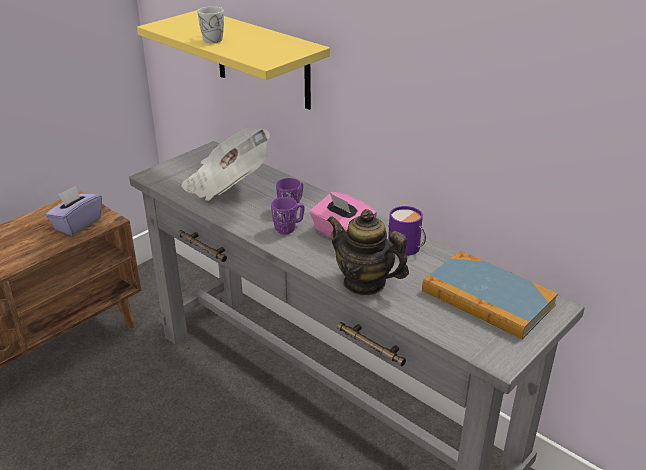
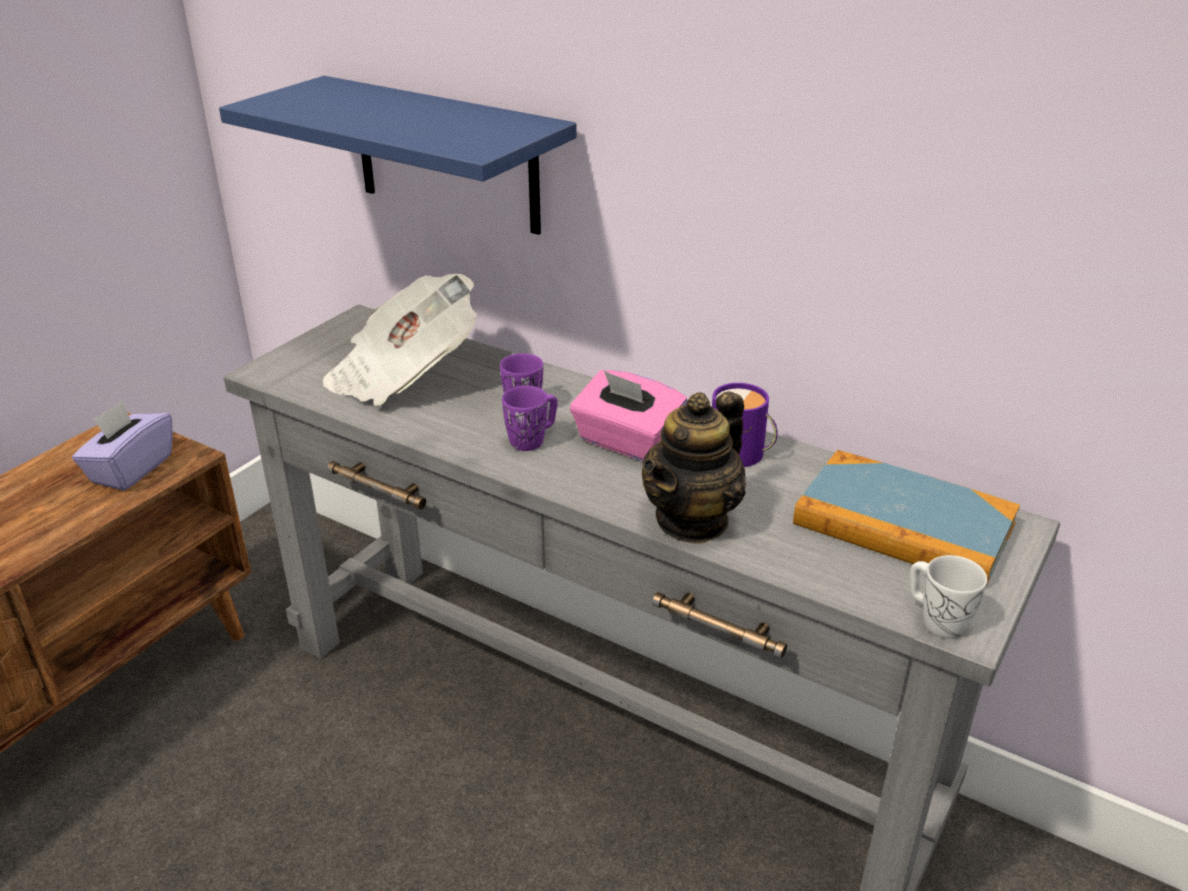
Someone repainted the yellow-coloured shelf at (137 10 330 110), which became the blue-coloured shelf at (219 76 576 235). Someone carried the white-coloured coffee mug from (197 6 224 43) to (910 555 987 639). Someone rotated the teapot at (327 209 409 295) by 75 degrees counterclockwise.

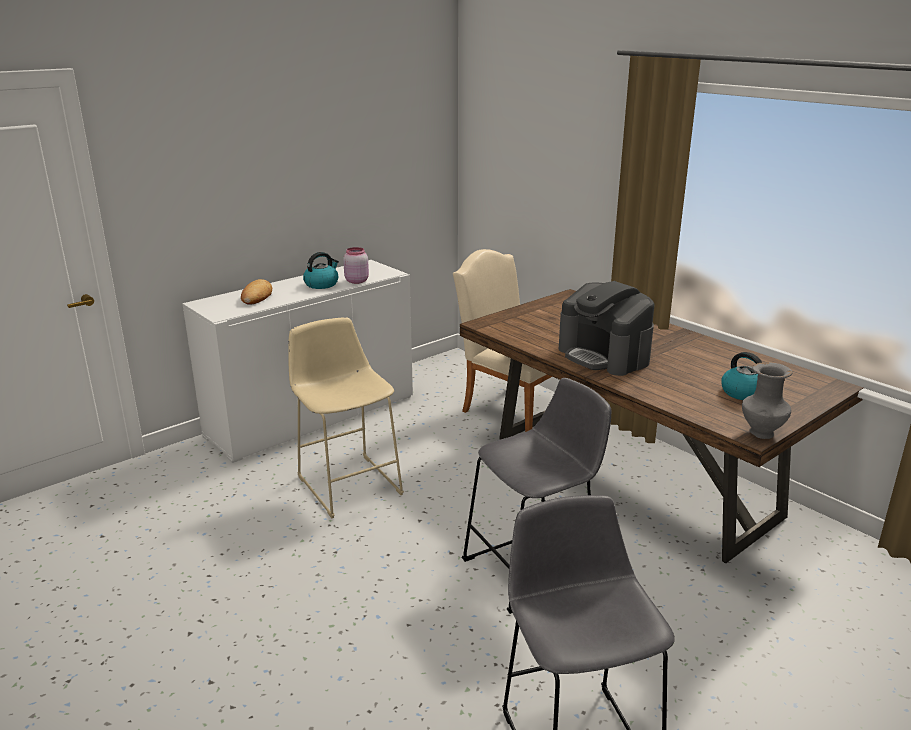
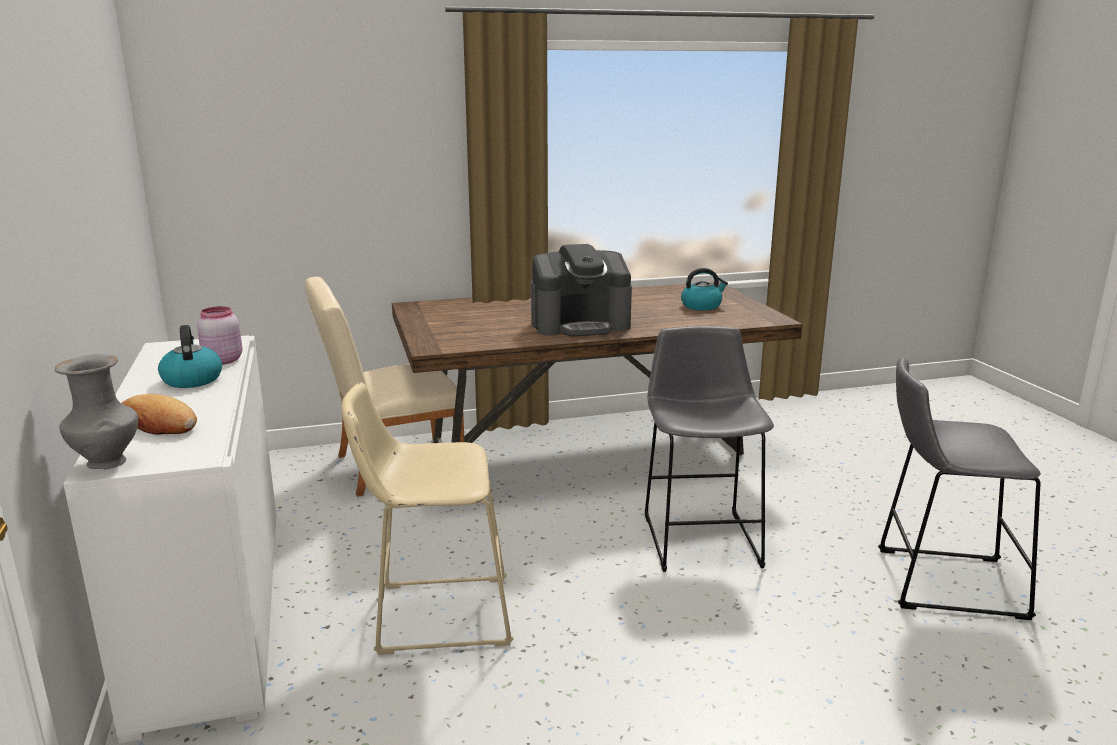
Someone carried the greyish vase from (742 362 792 439) to (55 354 138 470).

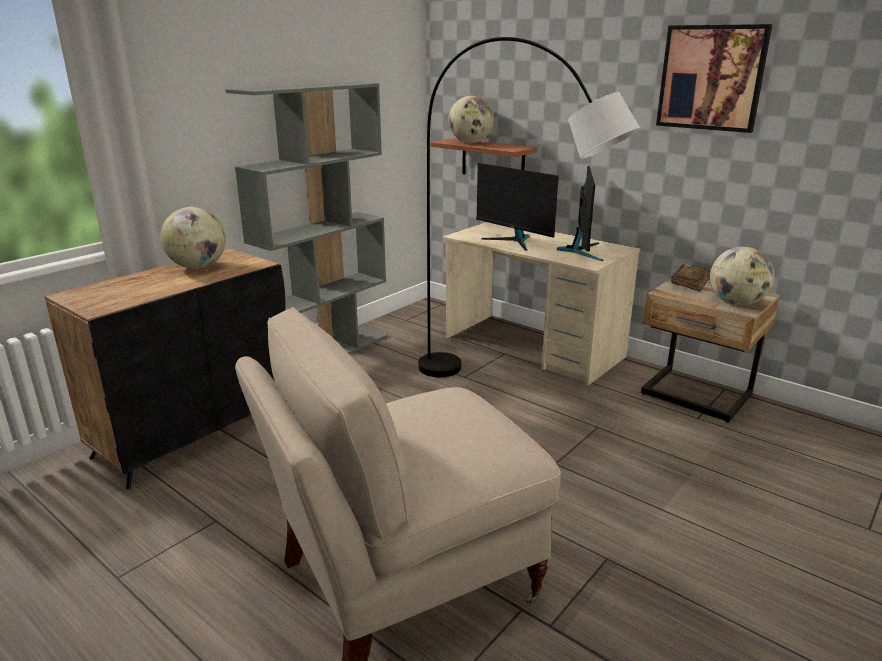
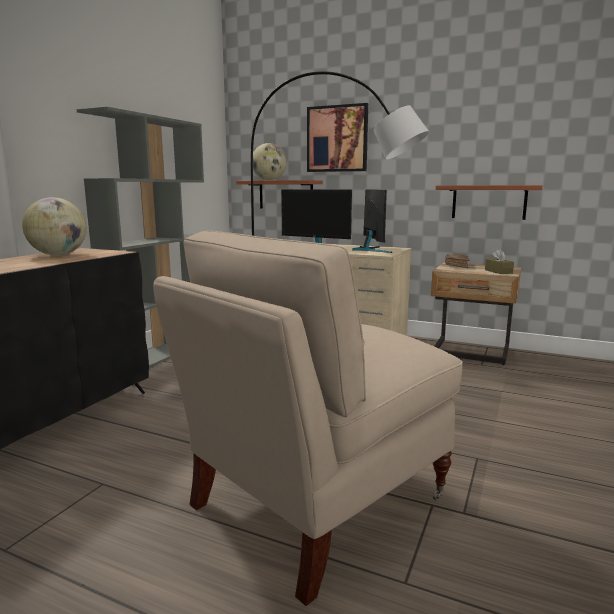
Someone carried the wall art from (656 24 772 133) to (307 103 368 172). Someone swapped the world globe at (710 247 774 306) for the brown-coloured tissue holder at (485 249 514 274). Someone put up the shelf at (436 185 543 220).

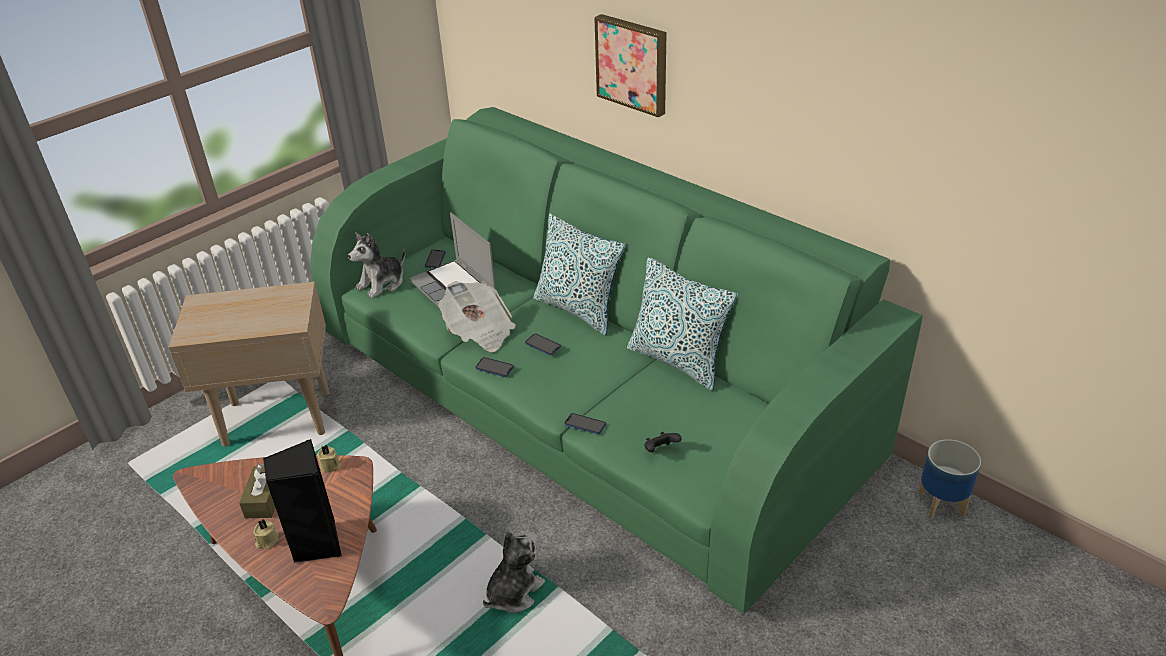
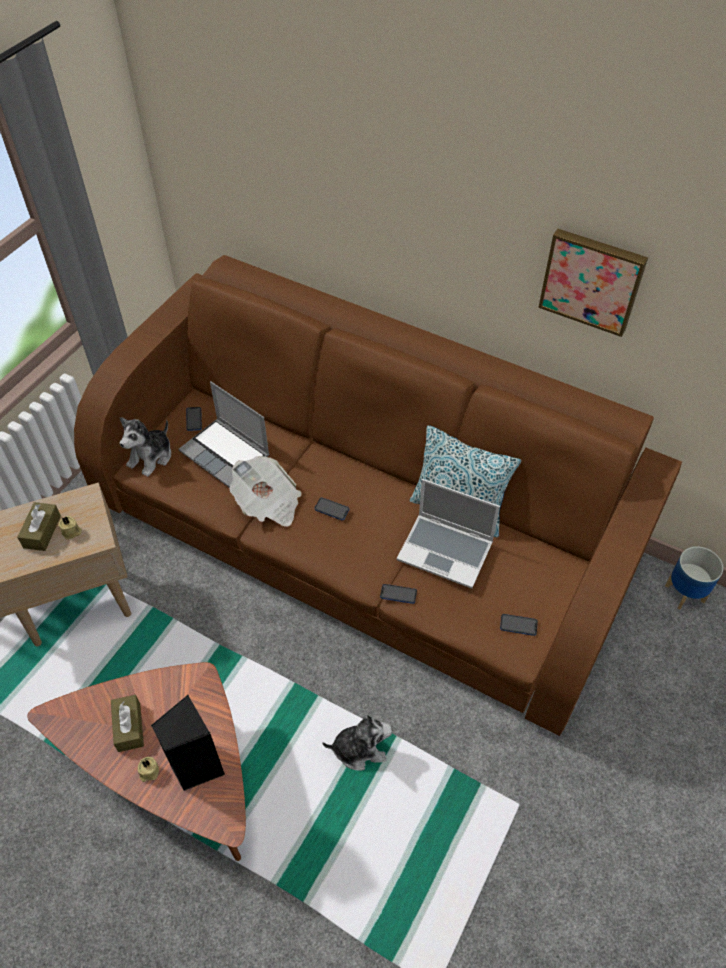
Someone repainted the green sofa at (310 107 923 614), which became the brown-coloured sofa at (74 255 682 736). Someone carried the sand-coloured candle from (317 445 341 473) to (58 516 82 540). Someone carried the handset from (475 357 514 377) to (500 614 538 636). Someone rotated the plush toy at (483 531 545 613) by 60 degrees clockwise. Someone took away the pillow at (533 213 626 335). Someone carried the wall art from (594 14 667 118) to (538 229 648 337). Someone took away the blackish gamepad at (644 432 682 452). Someone put down the brown-coloured tissue holder at (17 502 61 551). Someone put down the laptop at (397 479 500 589).

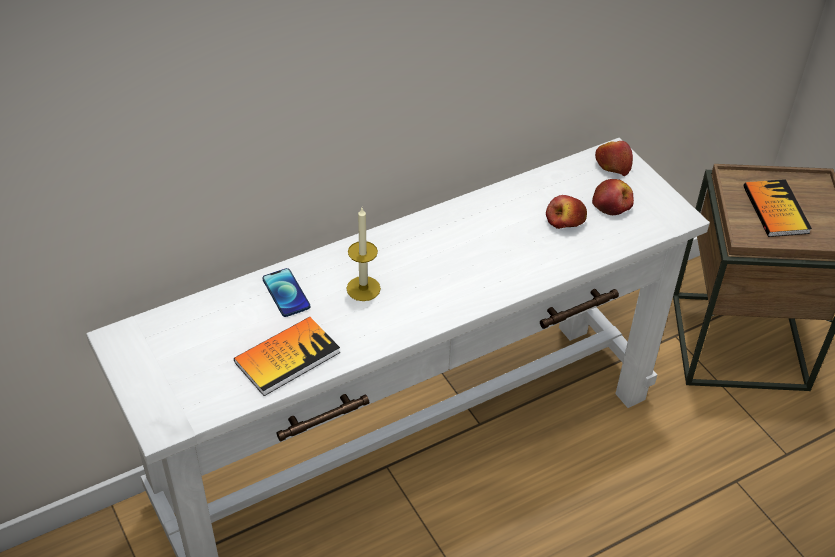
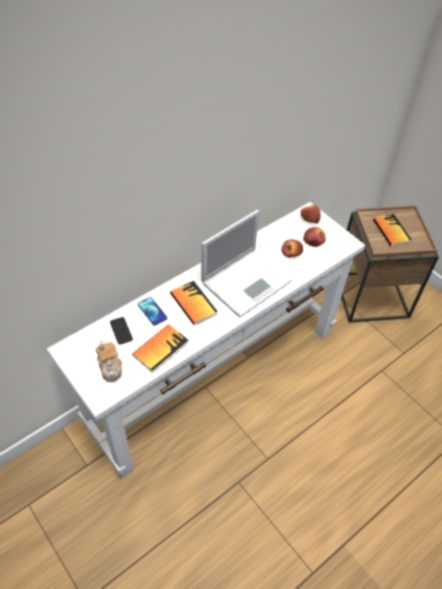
Someone swapped the candle at (346 208 381 301) for the bound book at (170 281 218 326). Someone put down the teapot at (95 340 122 382). Someone put down the handset at (110 317 133 345). Someone put down the laptop at (201 210 292 318).

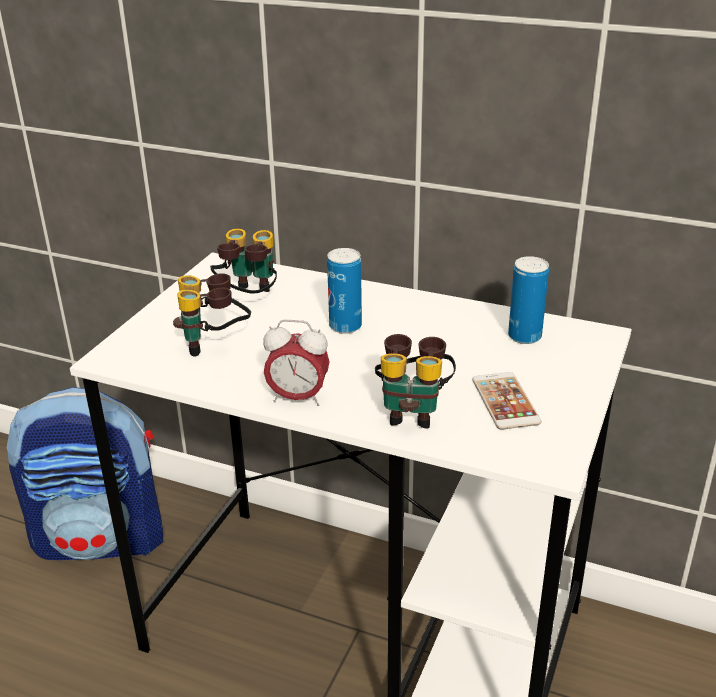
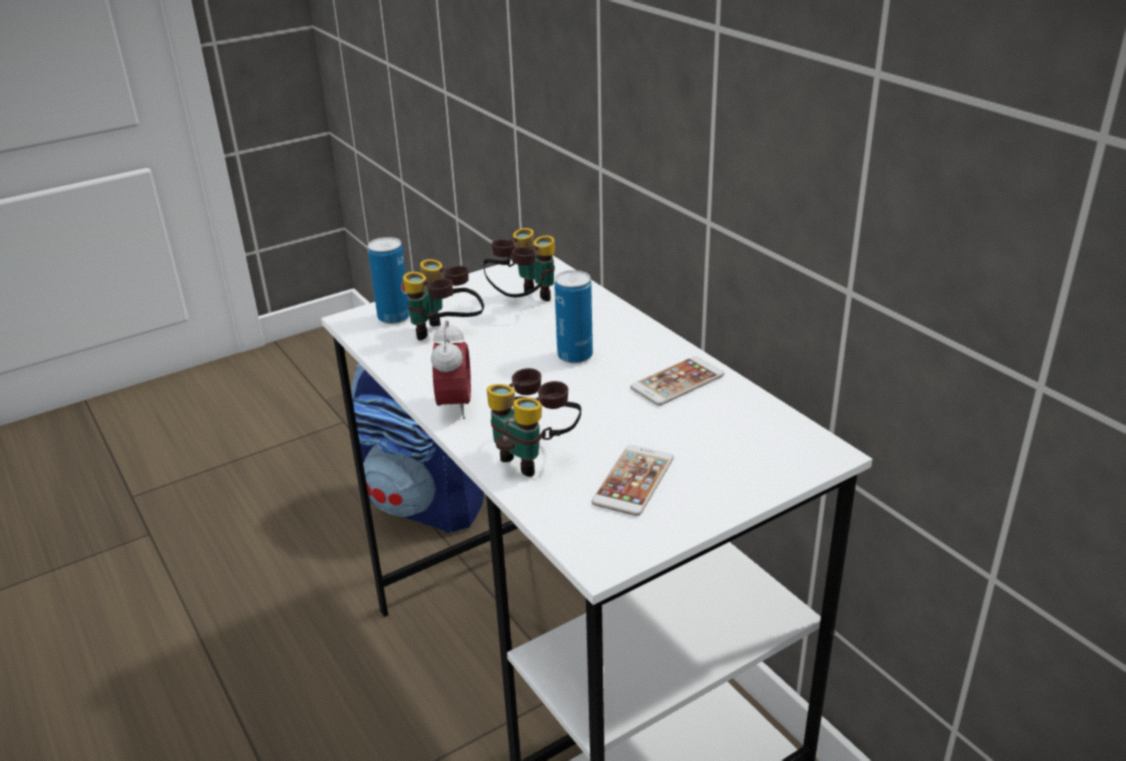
Someone rotated the table clock at (263 320 329 406) by 135 degrees counterclockwise. Someone carried the can from (508 256 549 344) to (368 237 410 324). Someone put down the handset at (630 356 725 406).

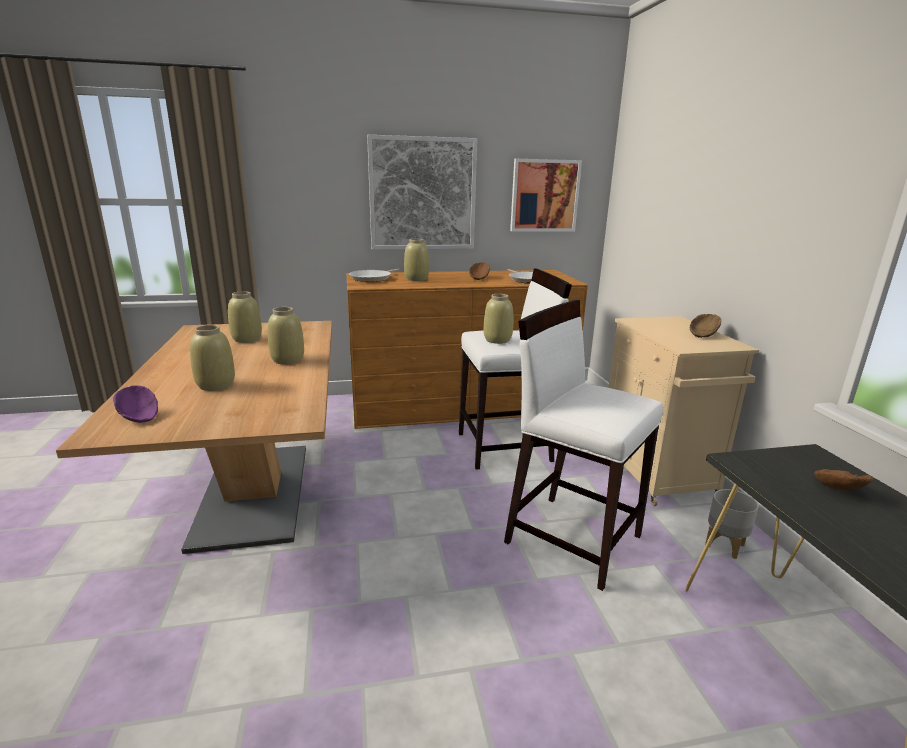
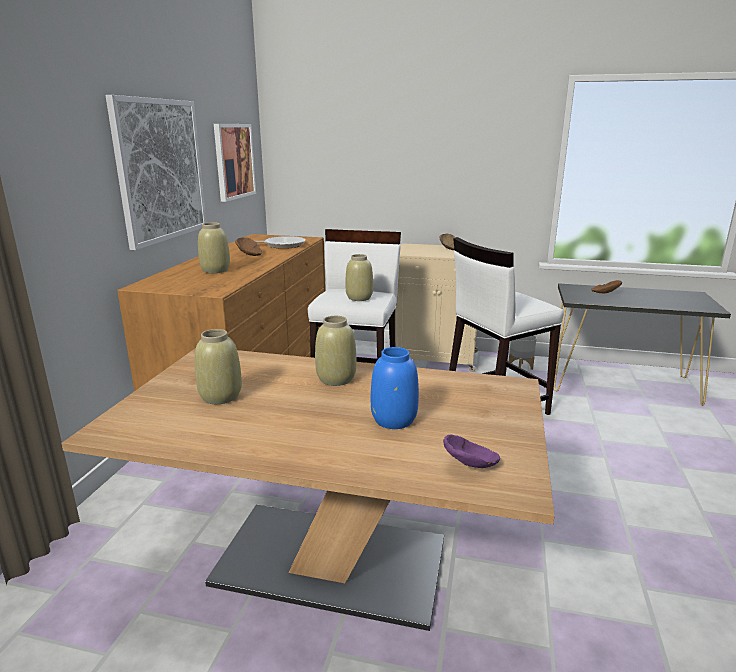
Someone repainted the sand-coloured vase at (190 325 235 391), which became the blue-coloured vase at (371 347 419 429). Someone took away the pan at (349 269 399 282).

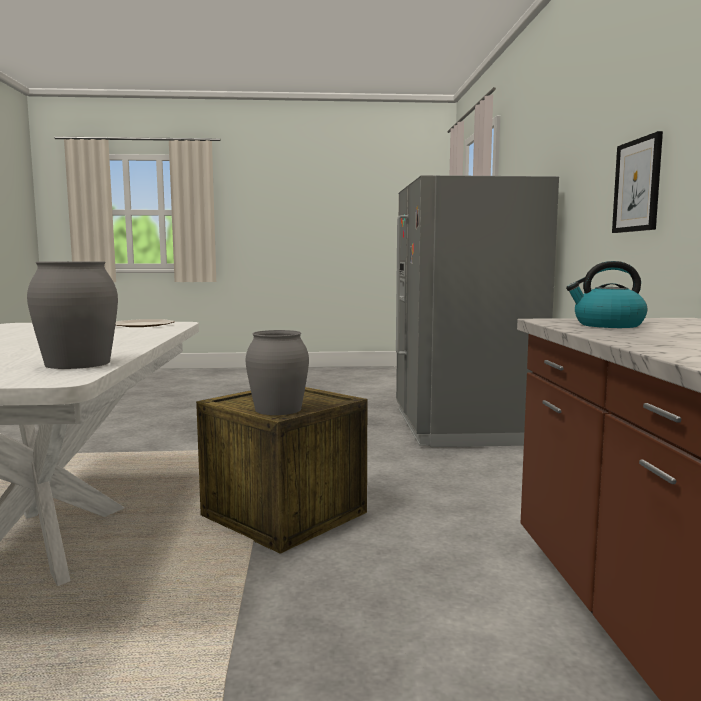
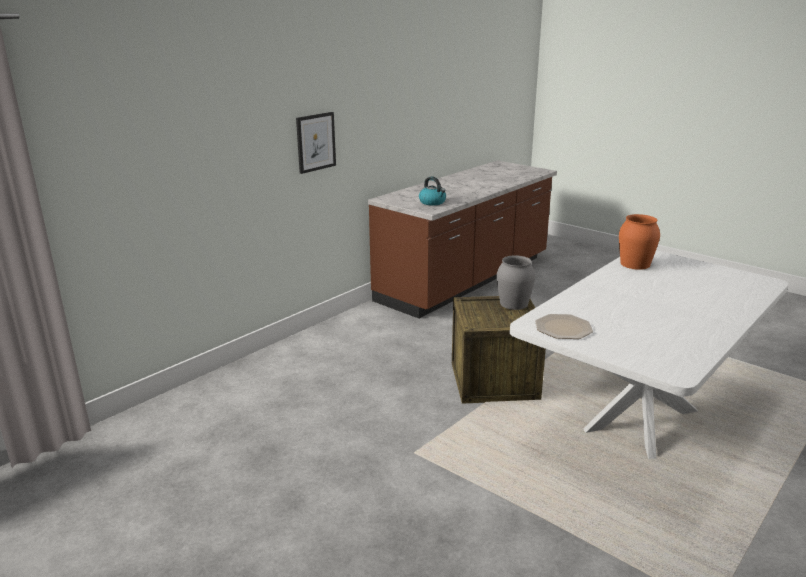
Someone repainted the greyish vase at (27 261 118 369), which became the orangey vase at (619 214 660 270). Someone took away the greyish kitchen fridge at (396 175 559 447).

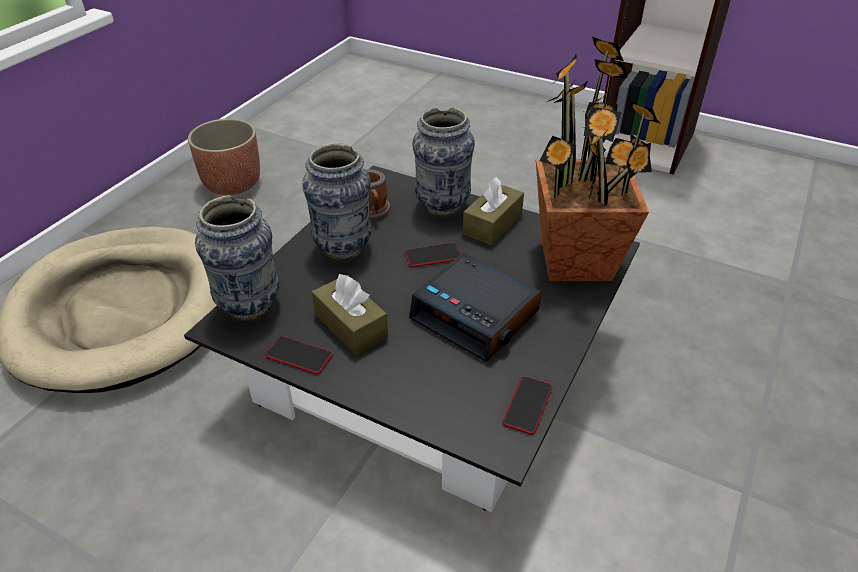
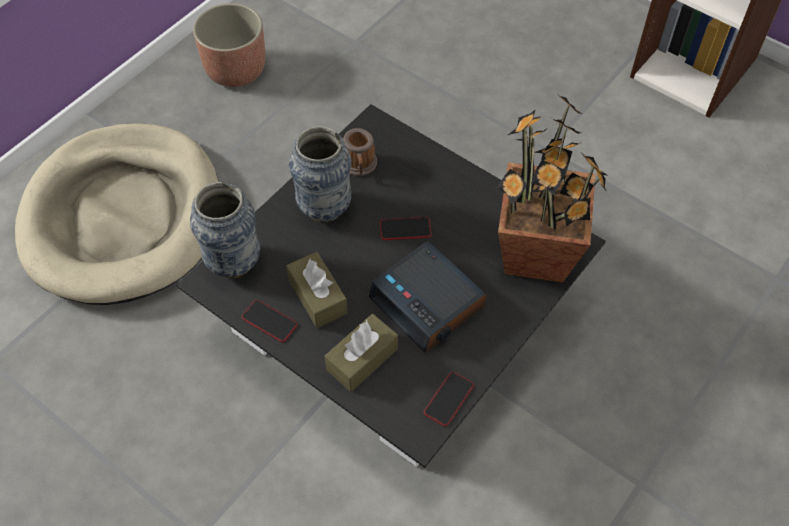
Someone took away the vase at (413 107 475 216). Someone carried the brown-coloured tissue holder from (463 177 524 245) to (325 314 398 392).

